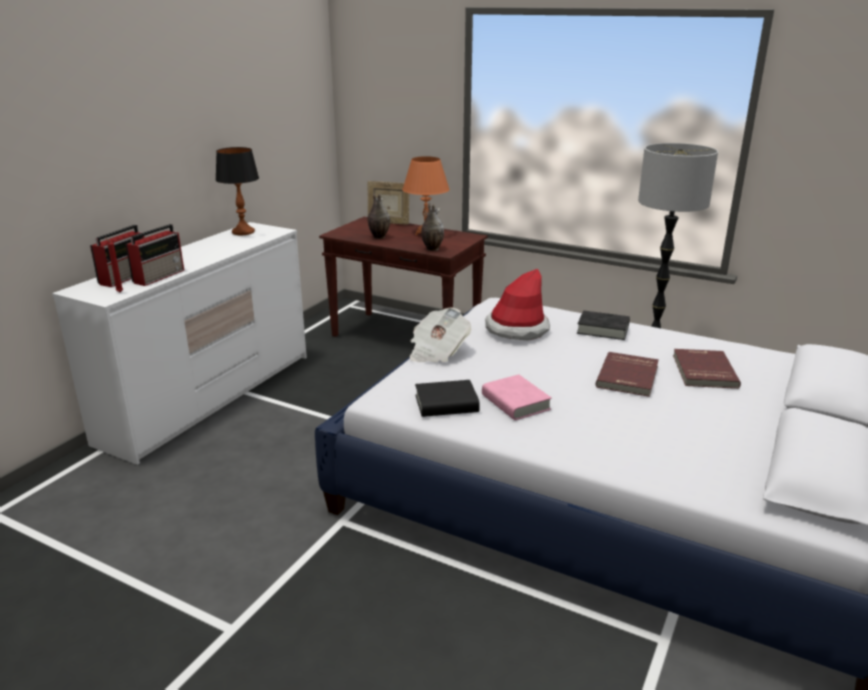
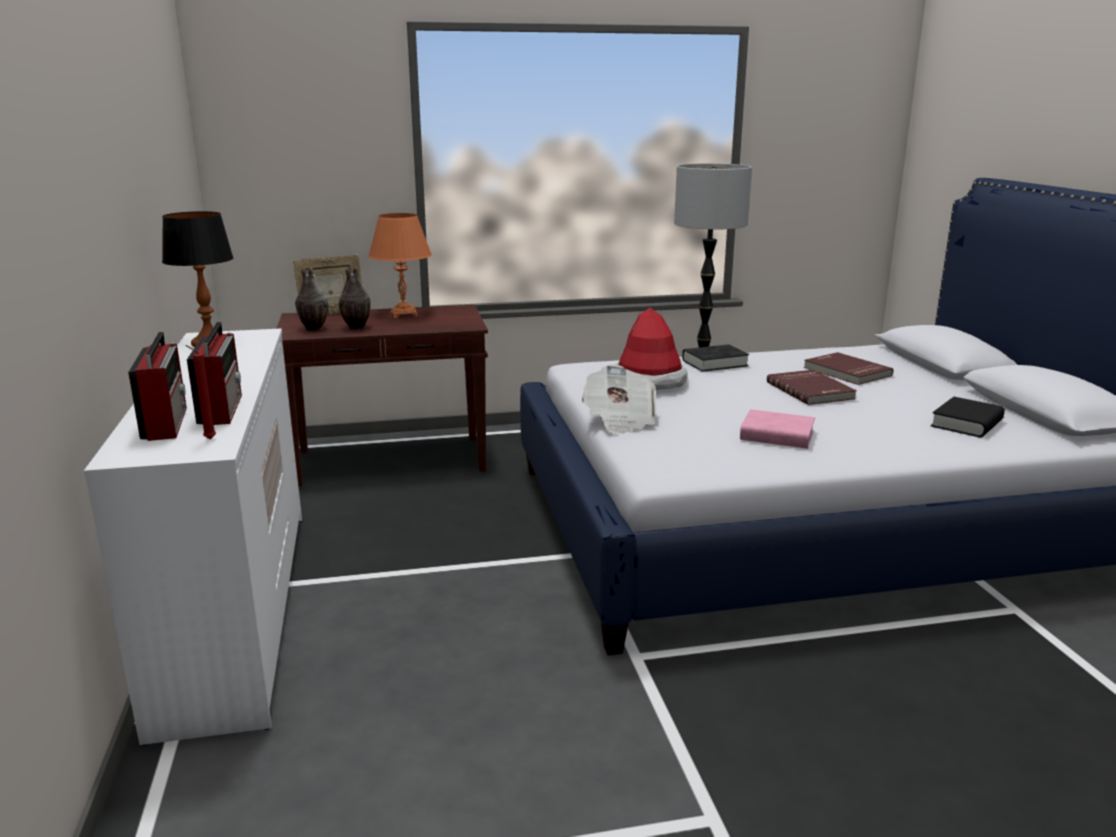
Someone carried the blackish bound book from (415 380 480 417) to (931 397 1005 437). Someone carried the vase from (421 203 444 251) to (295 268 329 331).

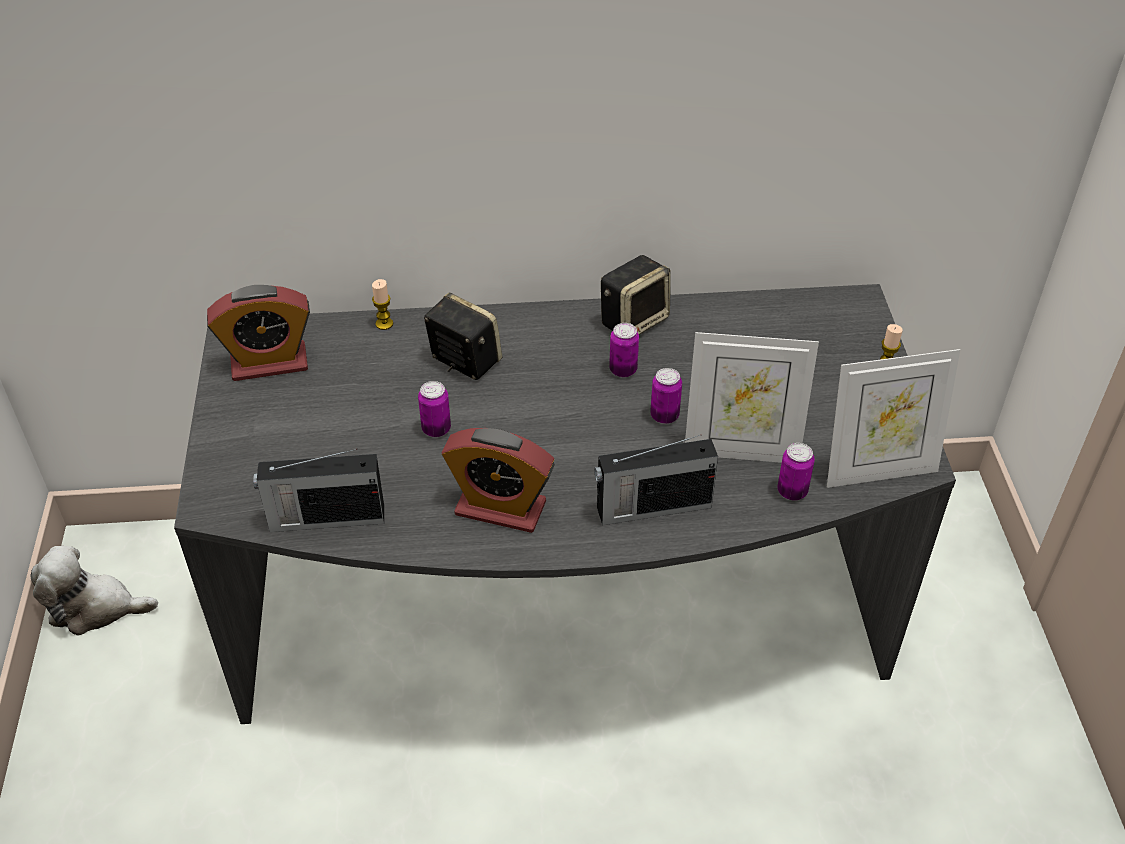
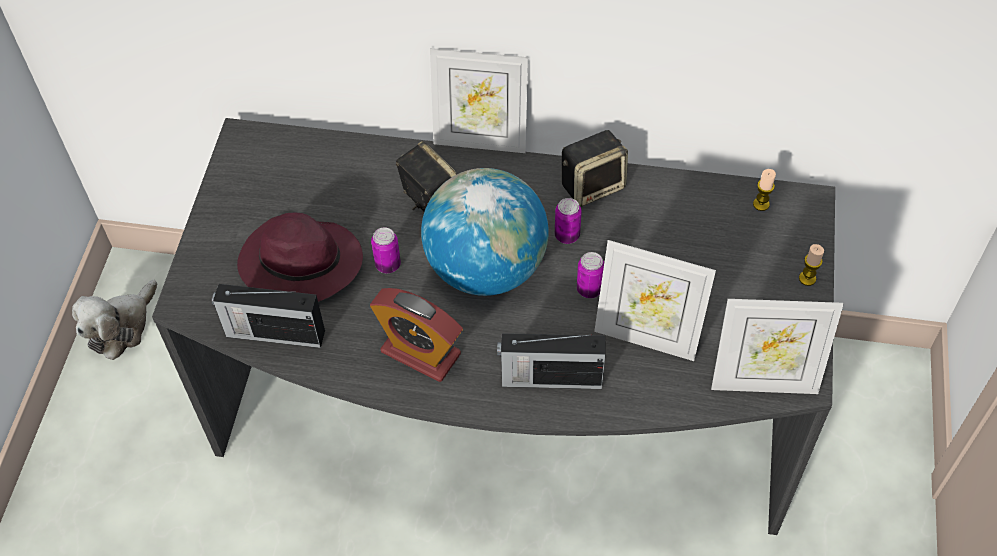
Someone rotated the plush toy at (31 546 158 635) by 75 degrees counterclockwise. Someone took away the table clock at (207 285 310 381). Someone carried the candle from (372 279 393 330) to (753 169 776 211). Someone took away the can at (777 443 815 500). Someone put down the purple-coloured wearable hat at (237 212 363 302). Someone put down the world globe at (421 168 549 296). Someone put down the standing frame at (430 48 528 153).

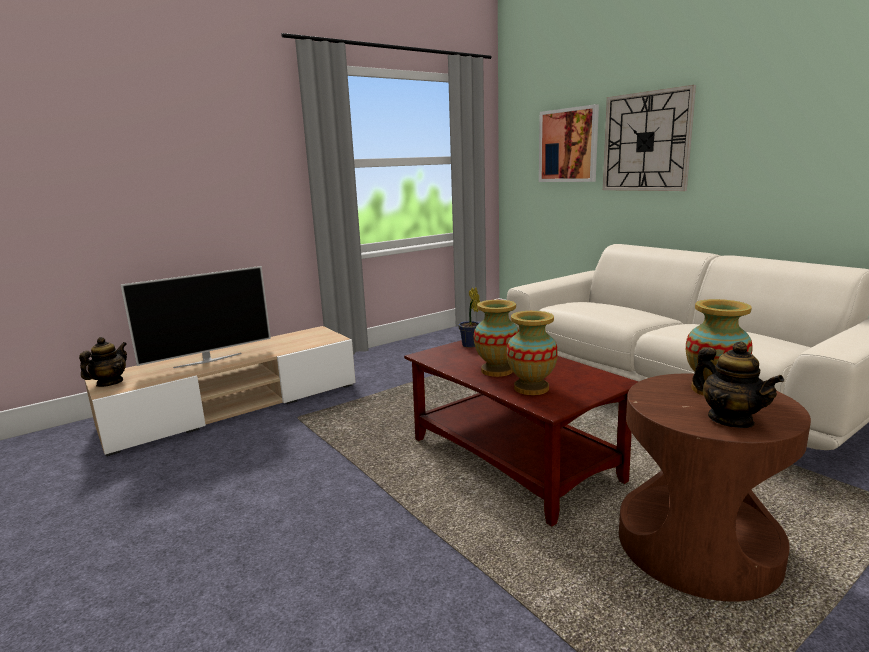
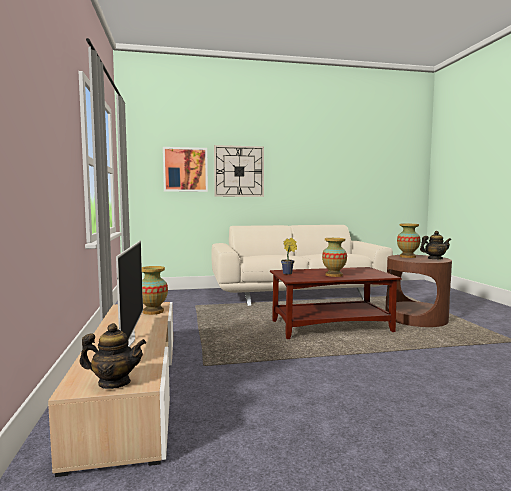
Someone rotated the teapot at (79 337 127 387) by 135 degrees clockwise. Someone carried the vase from (506 311 558 395) to (142 266 168 315).

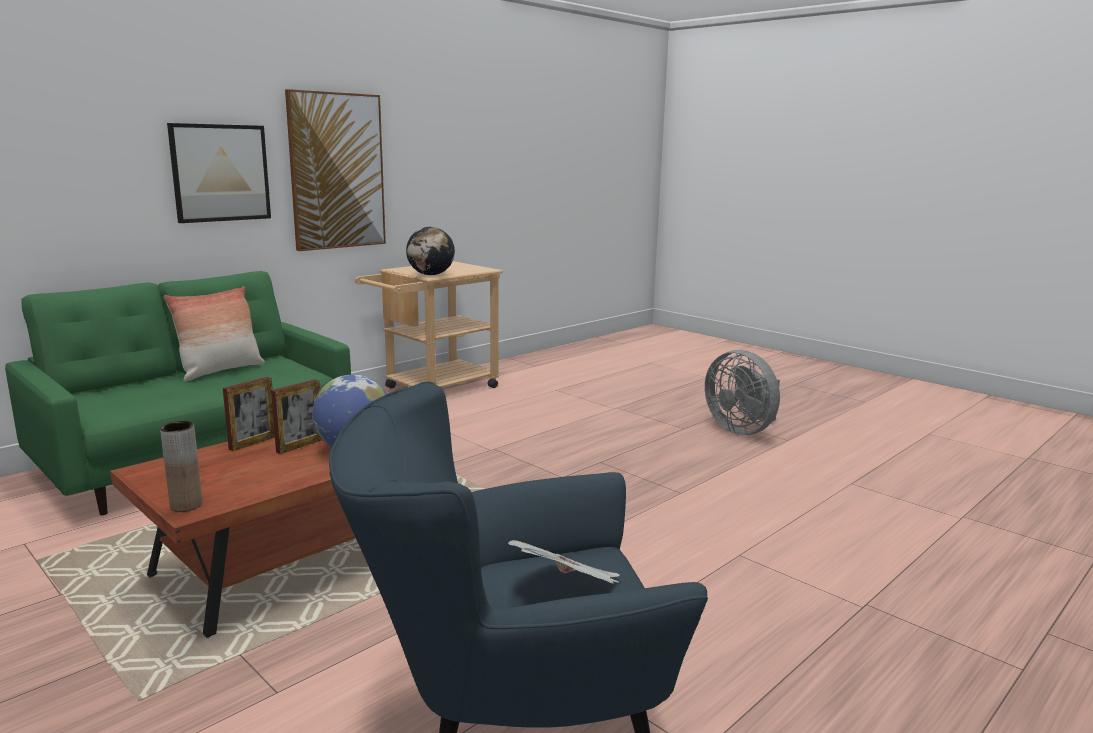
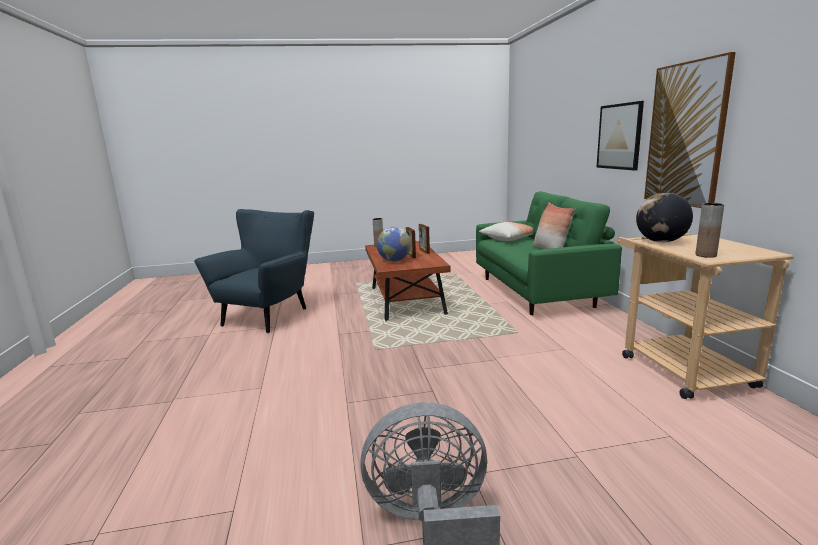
Someone took away the printed paper at (508 540 620 584). Someone put down the pillow at (479 222 533 241). Someone put down the brown-coloured vase at (695 203 724 258).

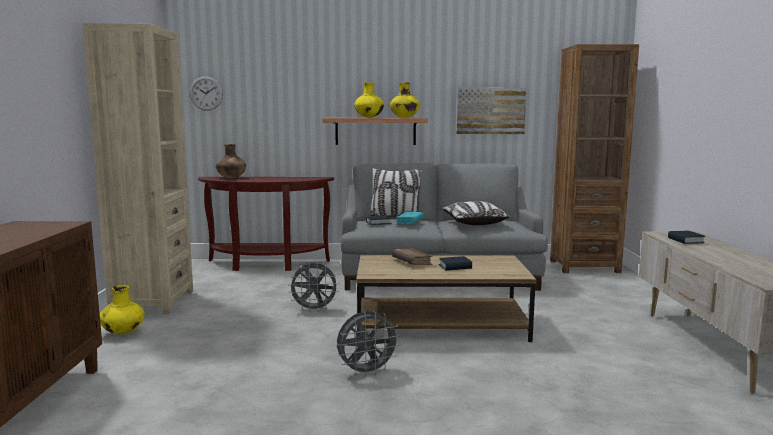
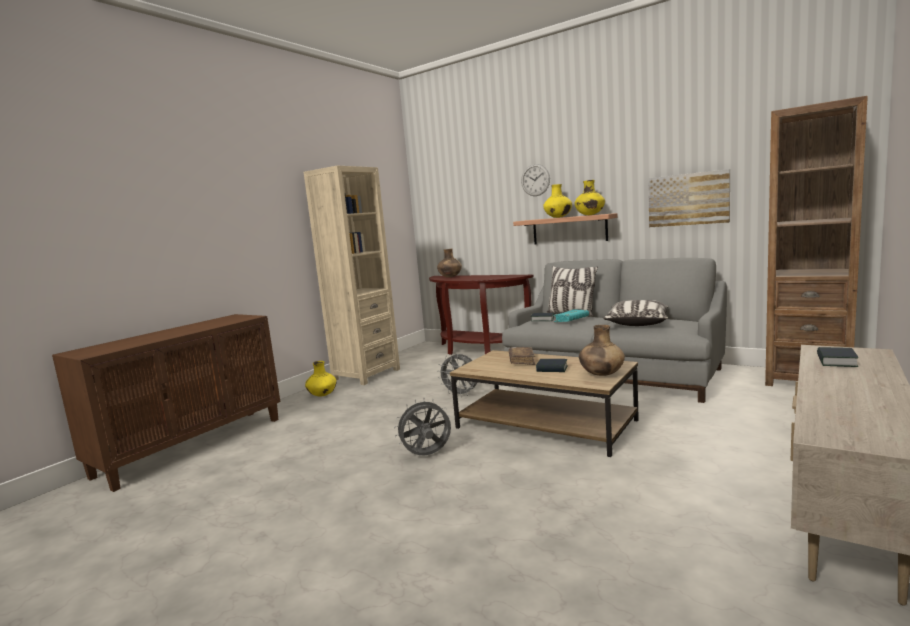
Someone carried the clock on the wall from (190 76 223 111) to (521 164 550 196). Someone rotated the greyish fan at (337 311 401 377) by 150 degrees clockwise. Someone put down the brown-coloured vase at (579 325 625 376).

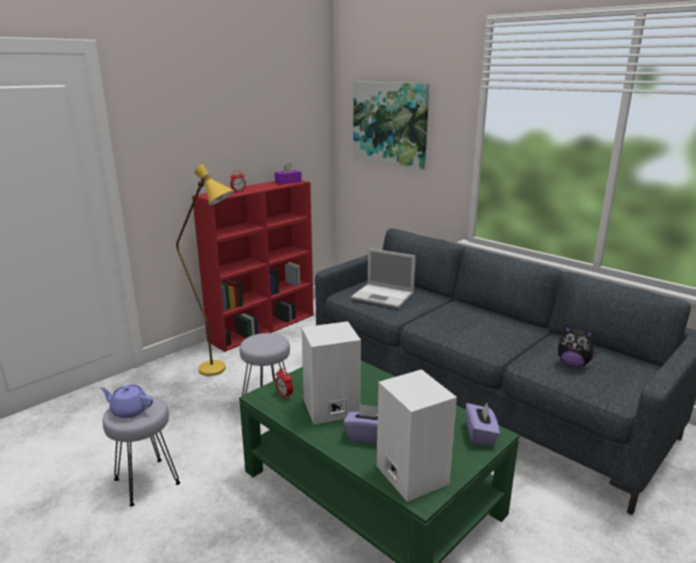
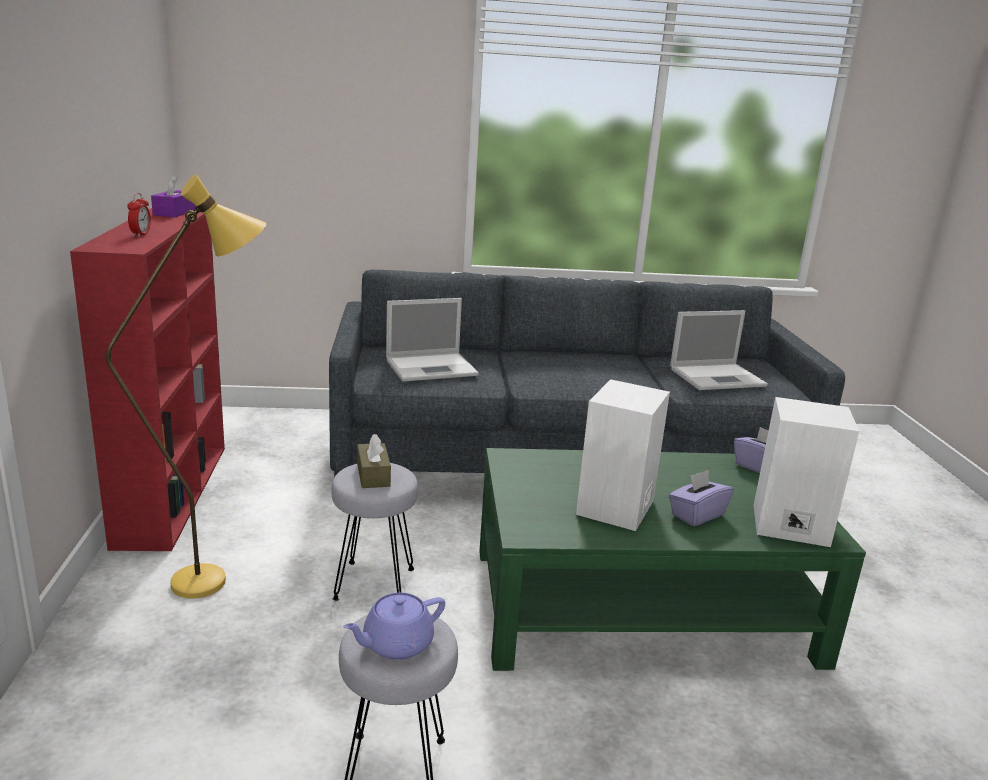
Someone took away the table clock at (276 368 293 399). Someone took away the wall art at (353 81 430 170). Someone swapped the plush toy at (558 325 598 367) for the laptop at (670 310 768 390). Someone put down the brown-coloured tissue holder at (357 434 391 488).

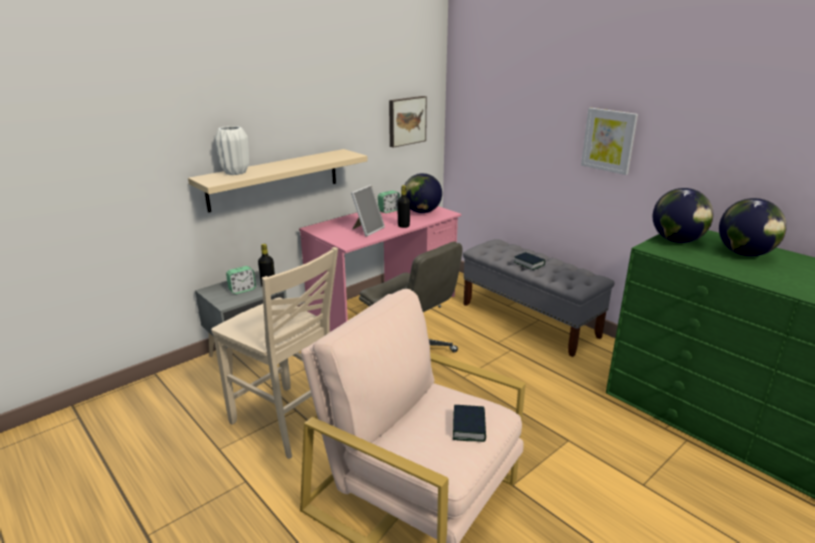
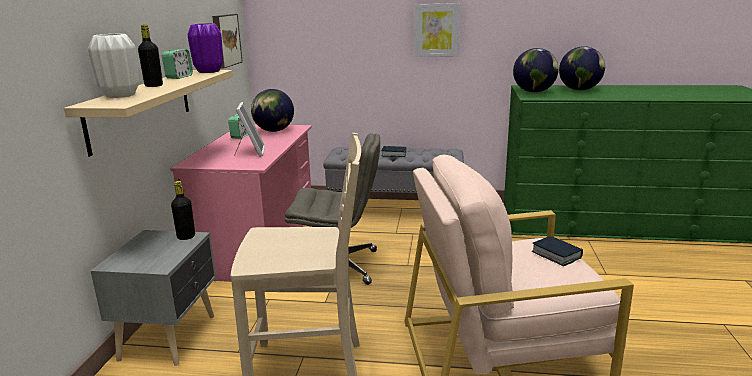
Someone carried the table clock from (226 266 256 294) to (162 49 193 79). Someone carried the blackish drink bottle from (397 185 410 228) to (138 25 163 87). Someone put down the purple-coloured vase at (188 23 223 73).

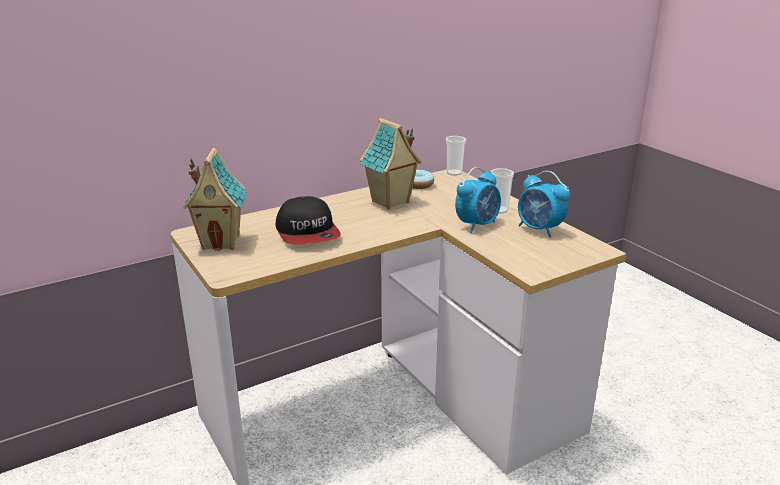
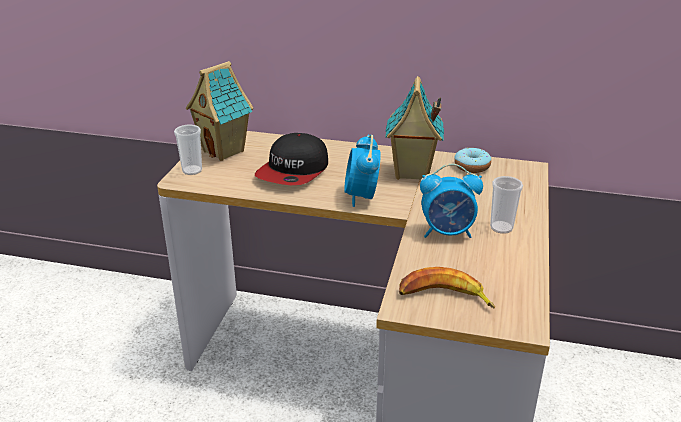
Someone carried the drinking cup from (446 136 466 175) to (174 125 202 175). Someone carried the table clock from (518 171 570 237) to (344 135 381 207). Someone put down the banana fruit at (399 267 495 308).

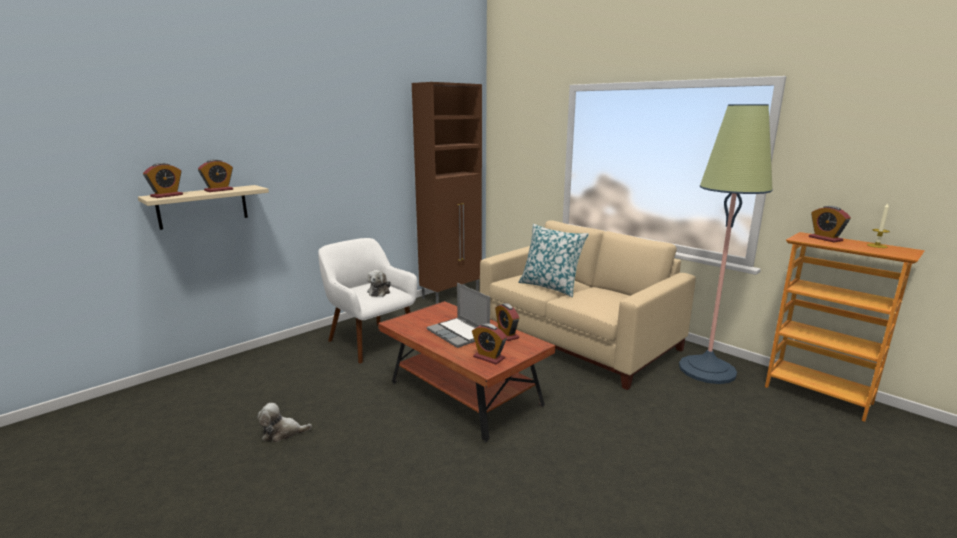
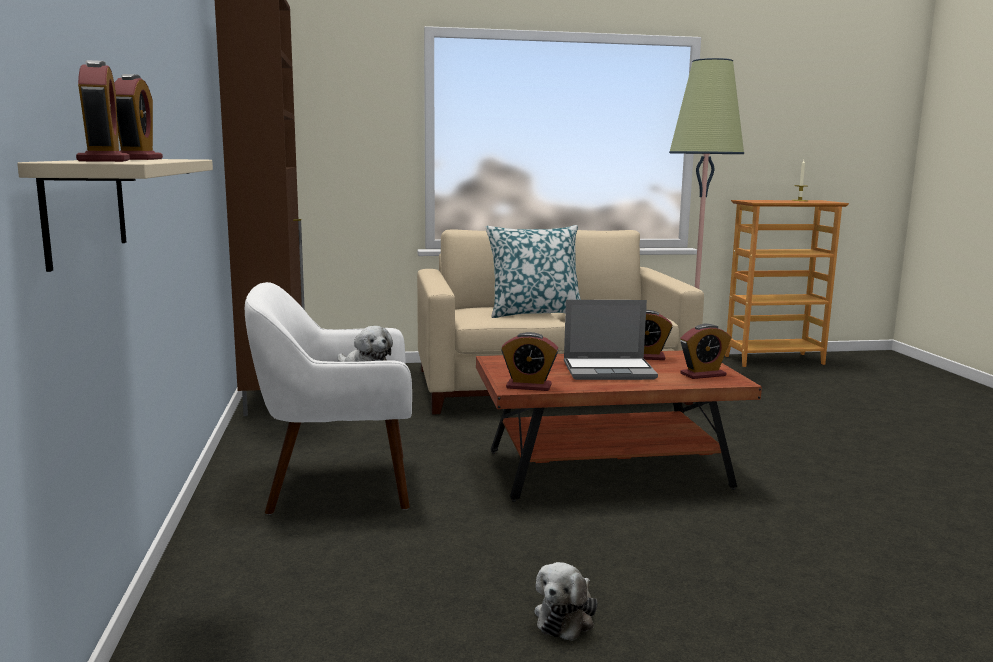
Someone carried the table clock from (809 206 851 243) to (501 332 559 391).

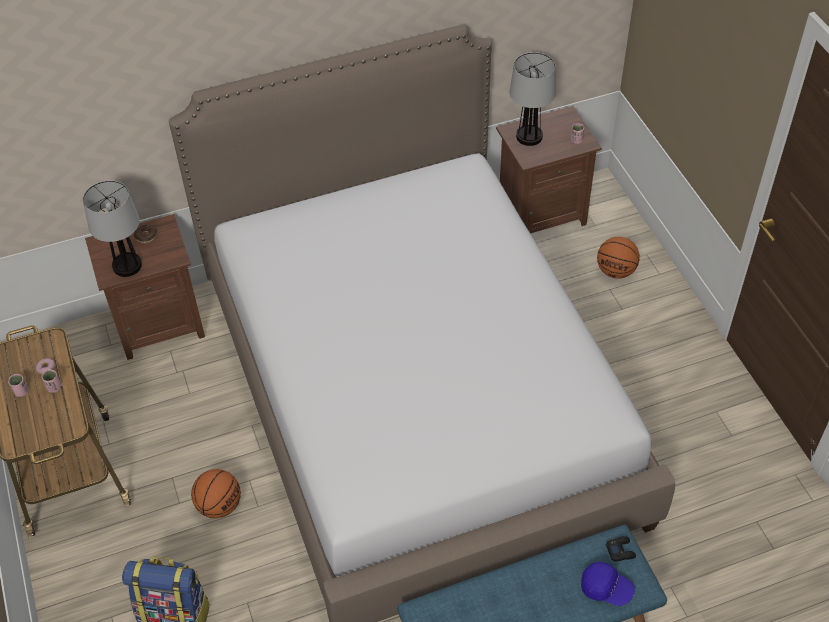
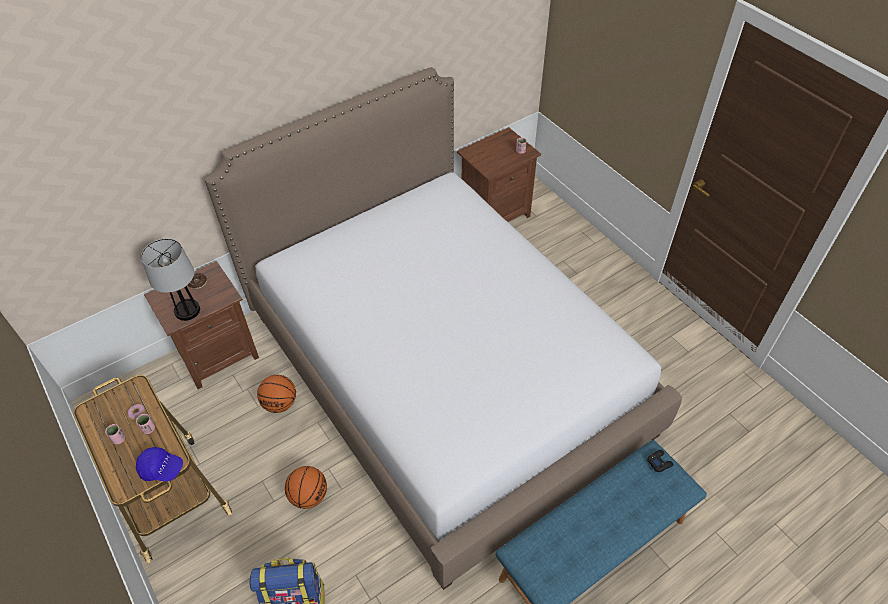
Someone took away the tabletop lamp at (510 52 556 146). Someone carried the blue-coloured baseball cap from (581 562 635 606) to (136 447 183 482). Someone carried the ball for basketball from (597 237 640 279) to (257 375 296 413).

